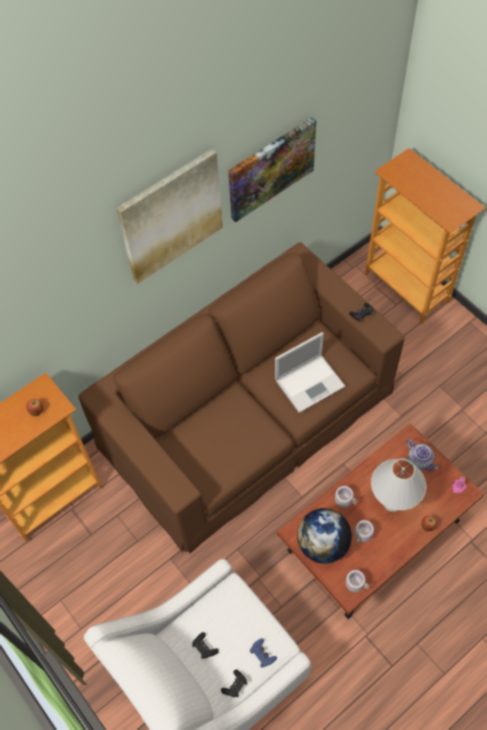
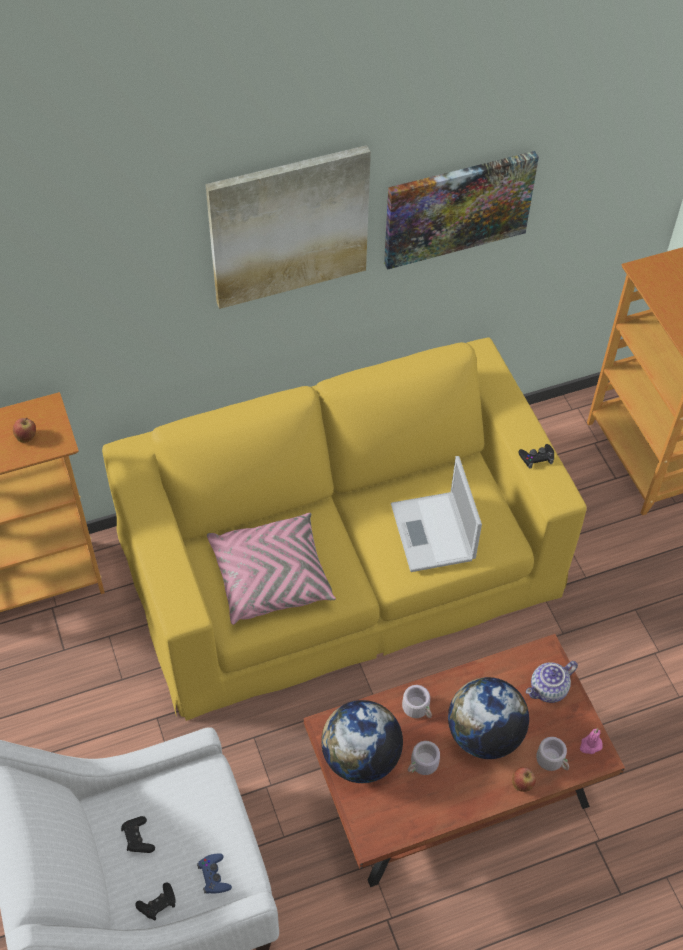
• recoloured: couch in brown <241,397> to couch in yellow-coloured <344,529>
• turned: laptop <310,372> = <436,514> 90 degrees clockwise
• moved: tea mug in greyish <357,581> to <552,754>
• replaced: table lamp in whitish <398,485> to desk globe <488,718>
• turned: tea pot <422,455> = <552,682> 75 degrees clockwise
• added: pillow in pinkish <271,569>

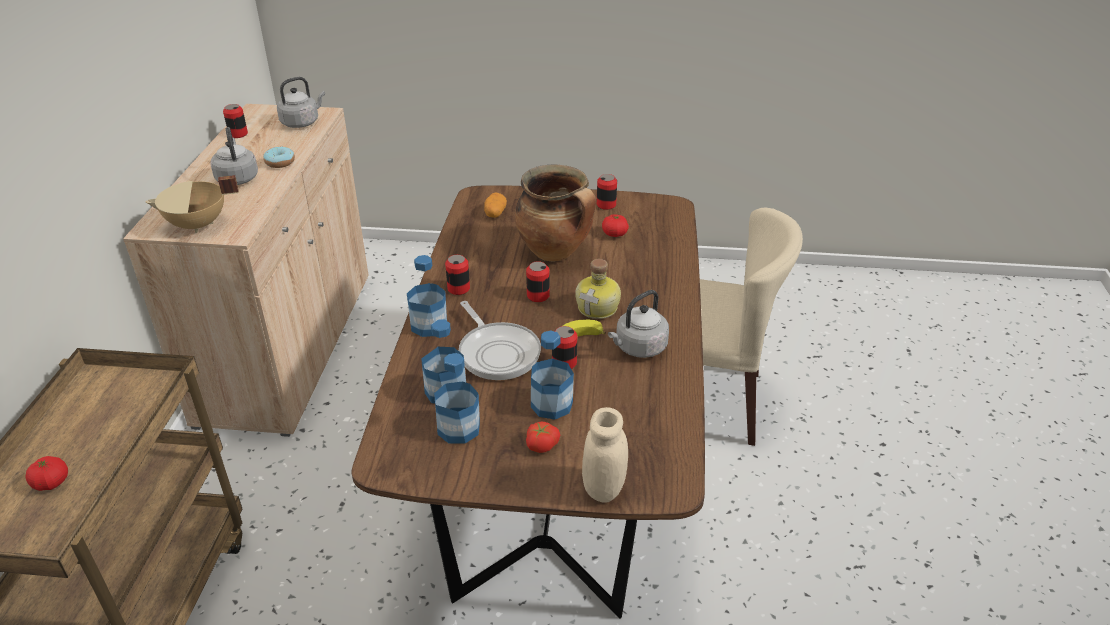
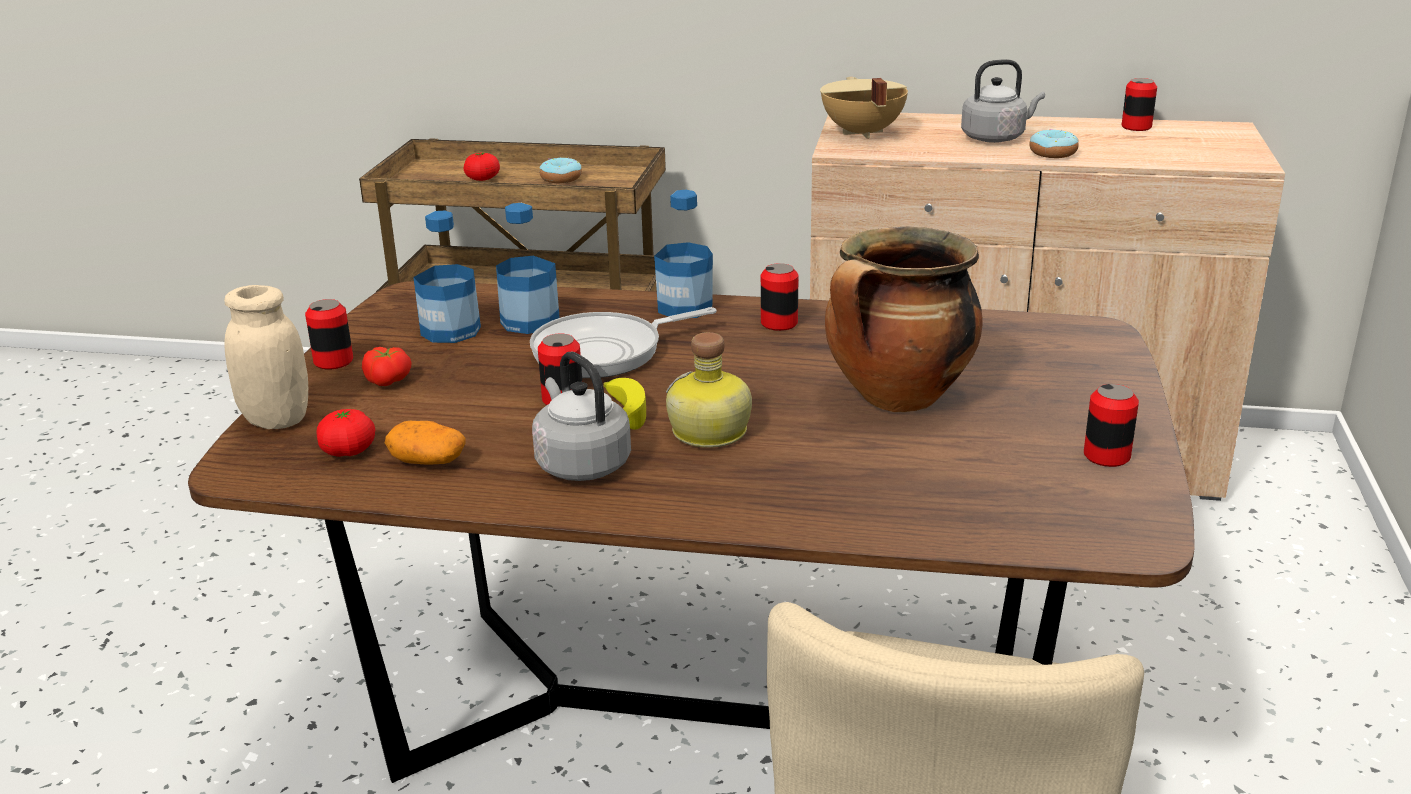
• removed: kettle in greyish <301,102>
• moved: potato <495,205> to <425,443>
• moved: sealed can <538,281> to <329,334>
• removed: beverage bottle <552,374>
• moved: tomato <615,225> to <346,433>
• added: ring doughnut <560,170>

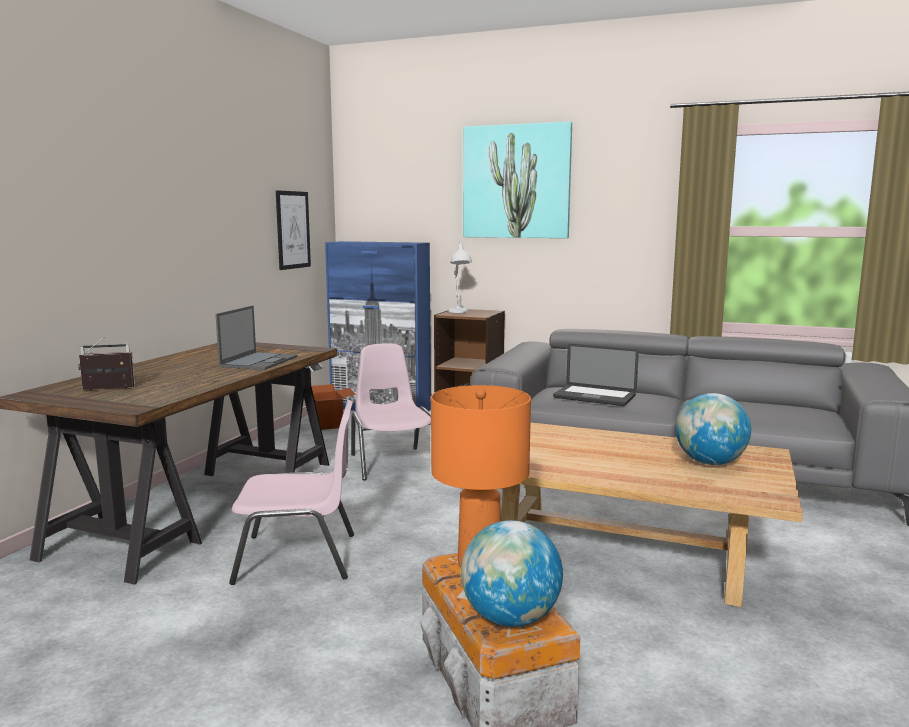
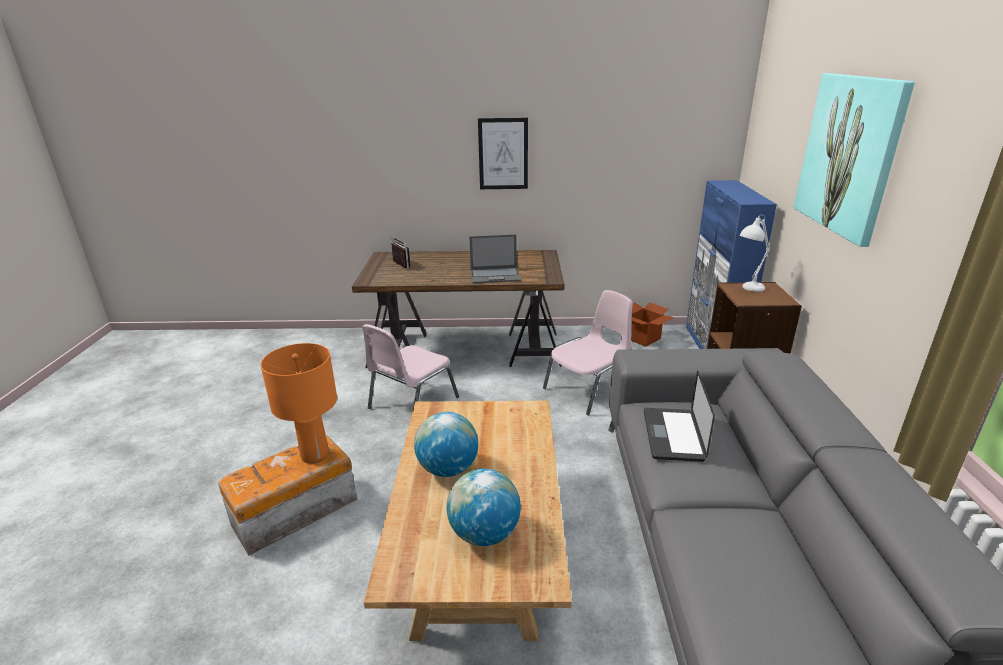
• turned: plain chair in pinkish <291,492> = <410,366> 60 degrees clockwise
• moved: wall art <293,230> to <503,153>
• moved: desk globe <512,573> to <446,444>

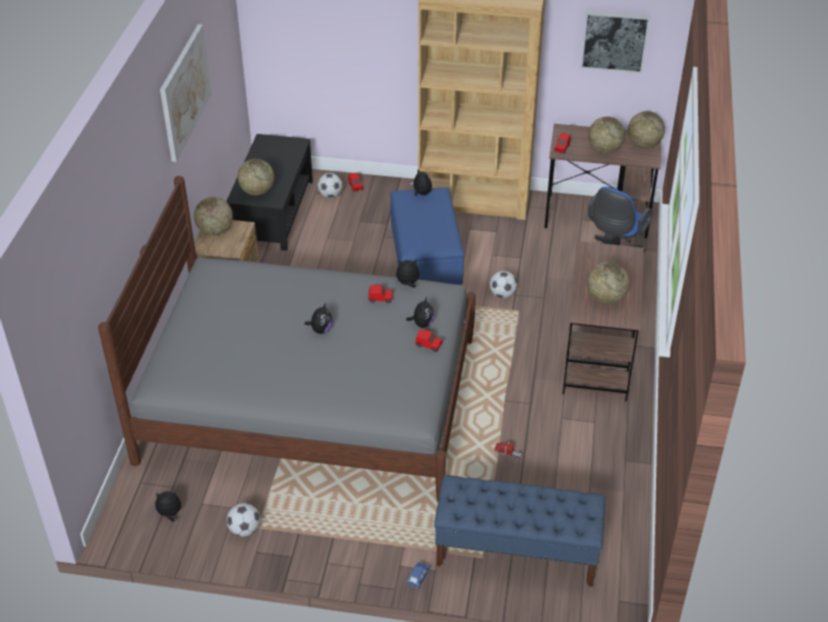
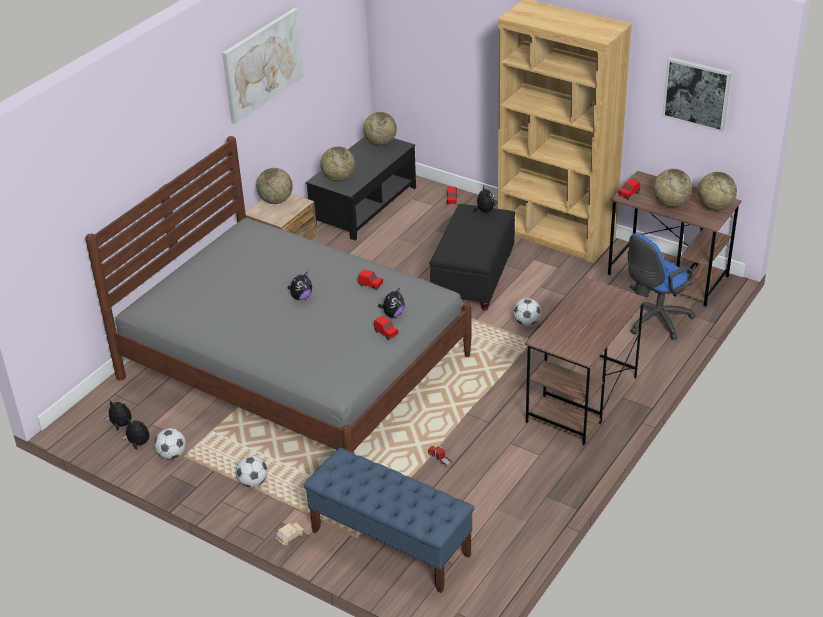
• moved: ball for football <329,185> to <252,471>
• recoloured: footrest in blue-coloured <427,236> to footrest in black-coloured <472,257>
• moved: plush toy <407,274> to <135,434>
• recoloured: miniature car in blue-coloured <418,575> to miniature car in beige <290,534>
• moved: desk globe <608,282> to <380,129>

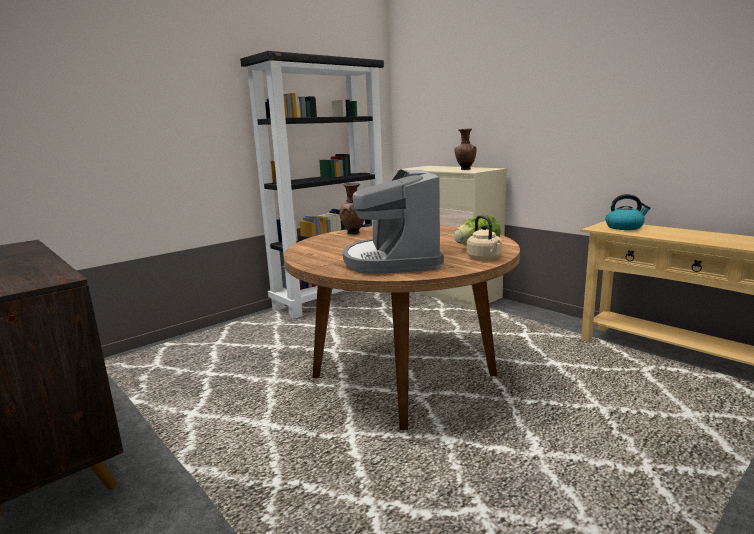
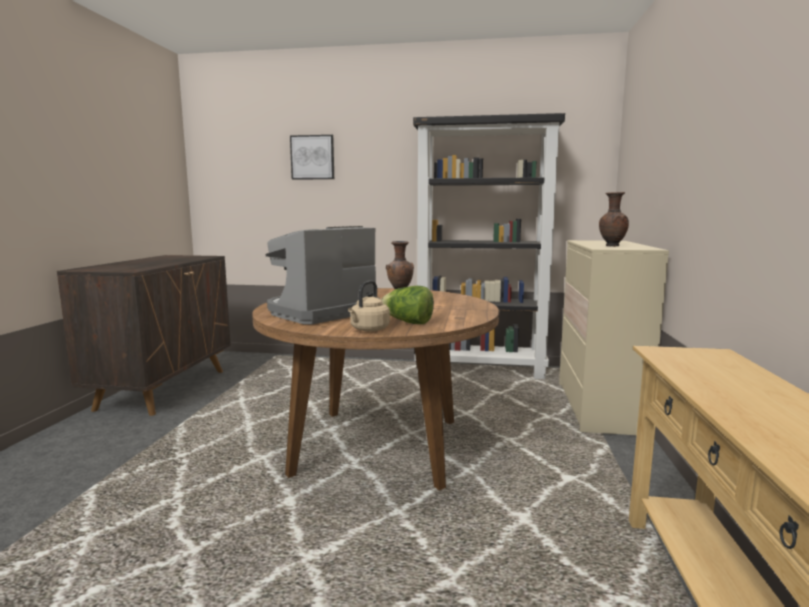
• removed: kettle <628,212>
• added: wall art <312,157>

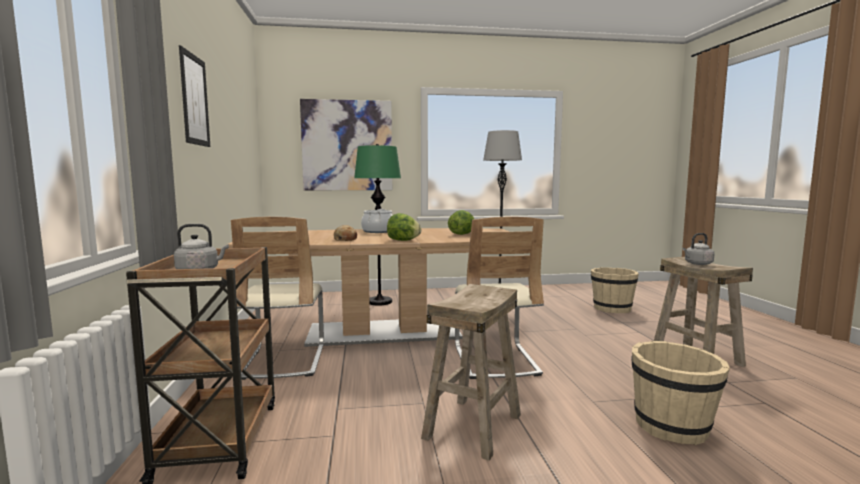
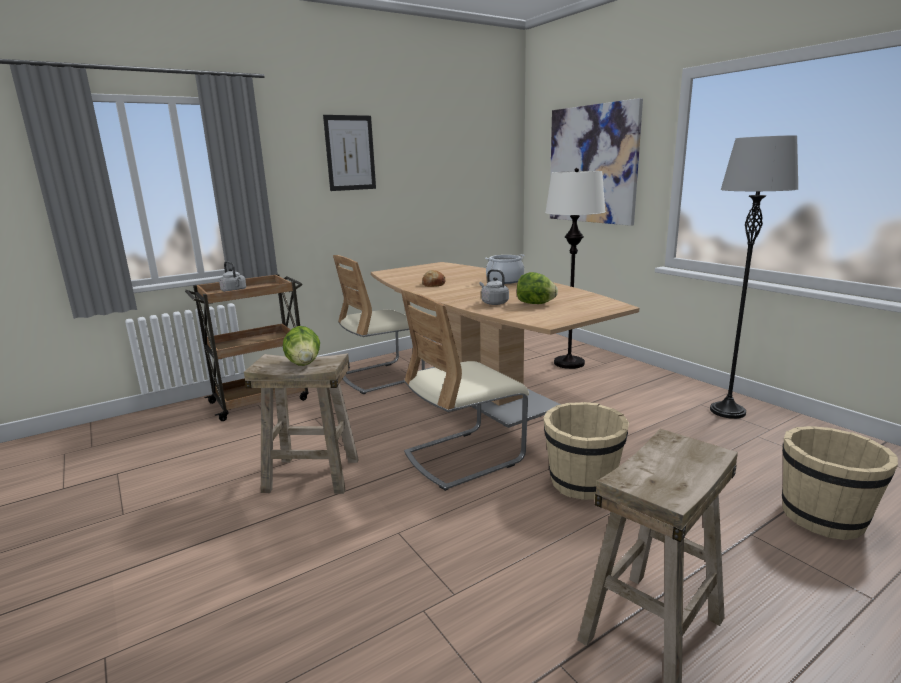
• recoloured: standing lamp in green <377,225> to standing lamp in whitish <575,268>
• moved: head of lettuce <404,227> to <301,346>
• moved: pail in beige <680,393> to <586,451>
• moved: kettle in greyish <698,249> to <494,287>

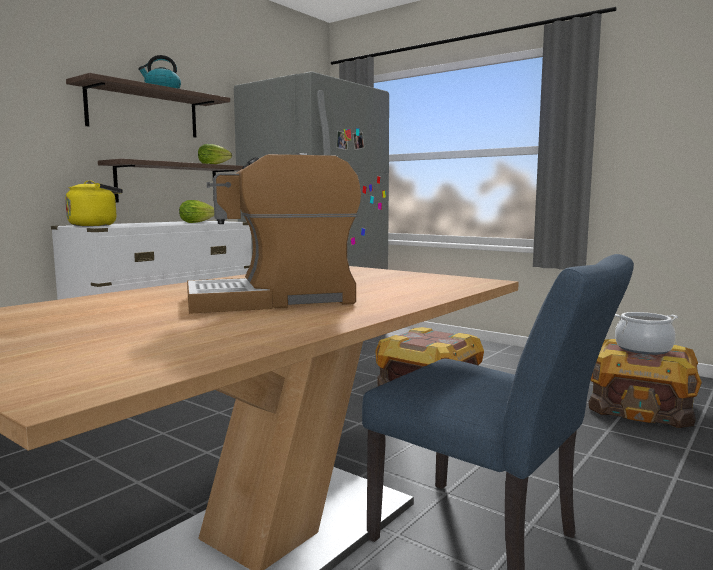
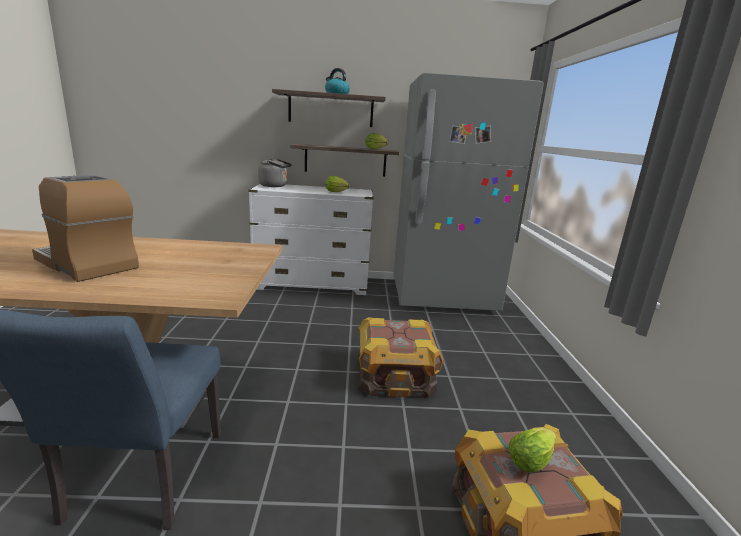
• recoloured: kettle in yellow-coloured <94,203> to kettle in greyish <275,172>
• replaced: saucepot <646,333> to head of lettuce <532,450>

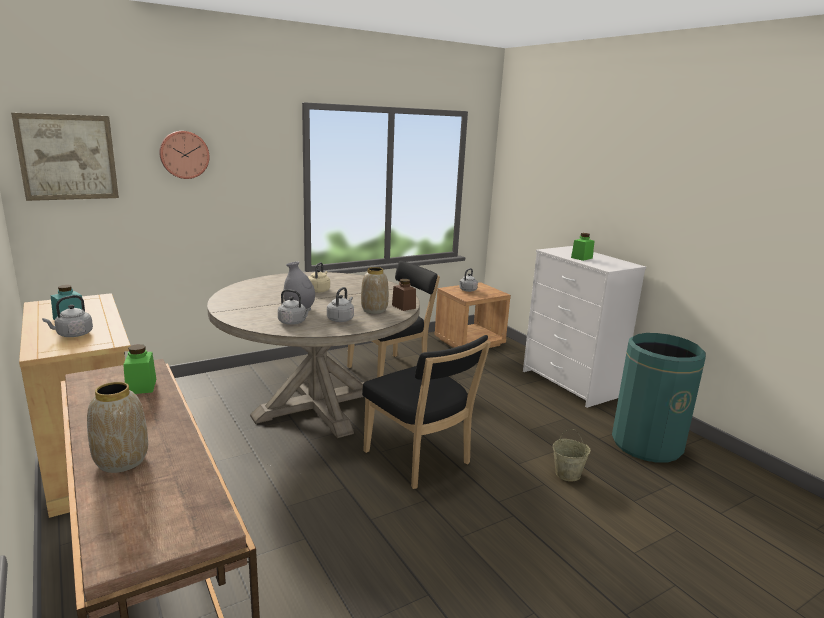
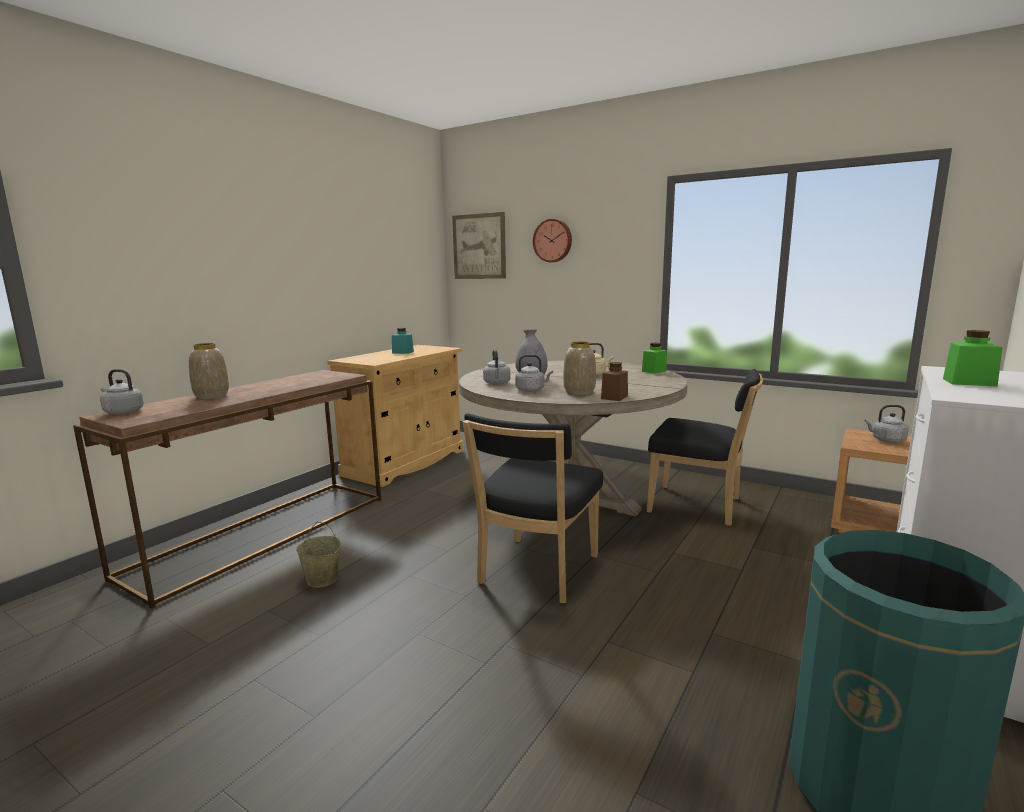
• moved: kettle in greyish <67,316> to <122,391>
• moved: jar in green <139,369> to <654,358>
• moved: pail in beige <572,455> to <318,555>

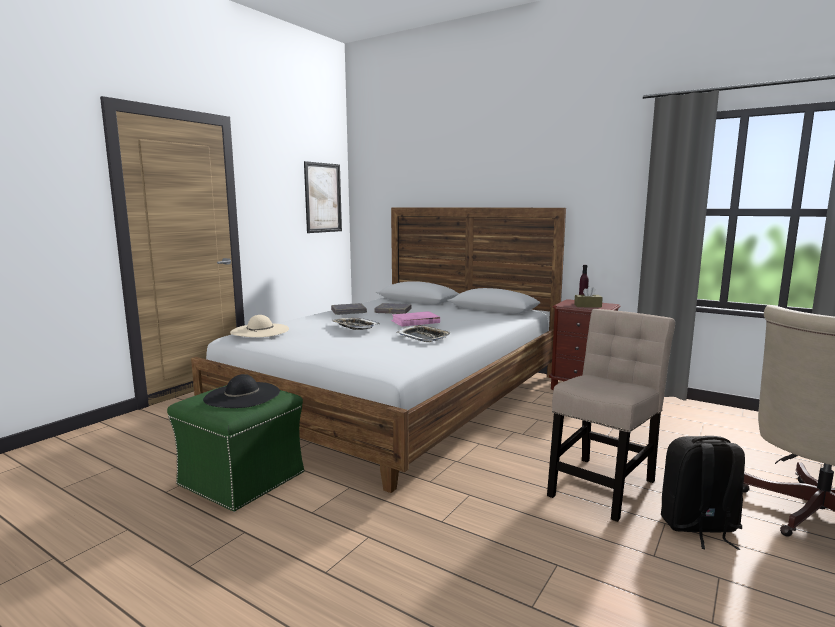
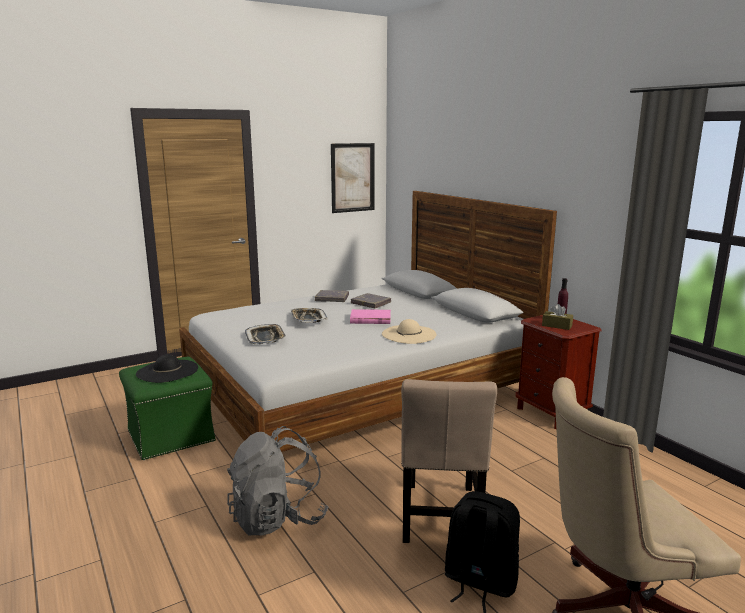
• moved: wearable hat in beige <259,326> to <409,331>
• moved: serving tray <424,333> to <265,334>
• turned: plain chair in beige <611,415> = <449,461> 120 degrees clockwise
• added: knapsack in greyish <278,481>

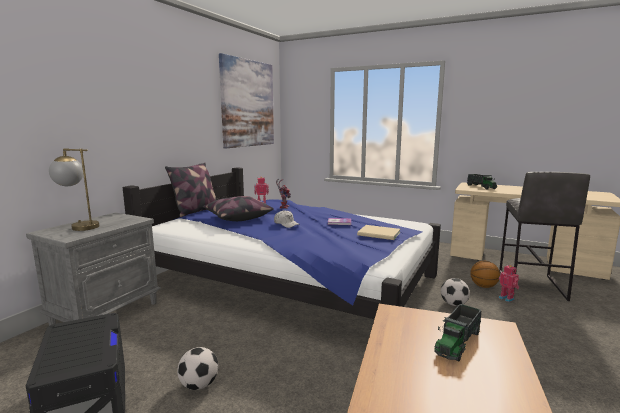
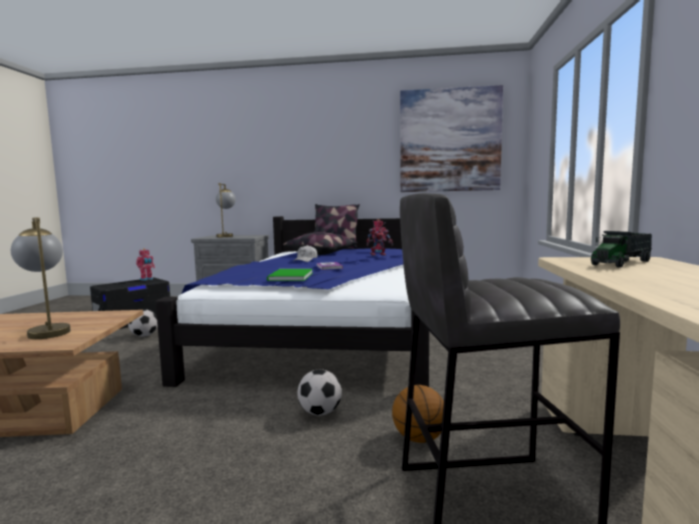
• recoloured: bound book in beige <378,232> to bound book in green <289,275>
• replaced: model truck <457,332> to table lamp <41,278>
• moved: robot figure <509,283> to <145,265>

